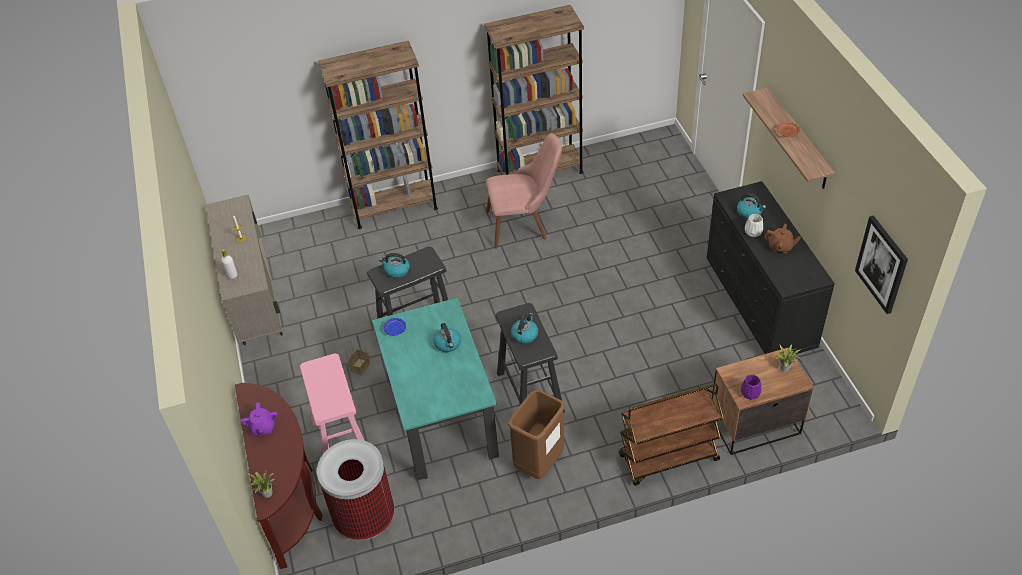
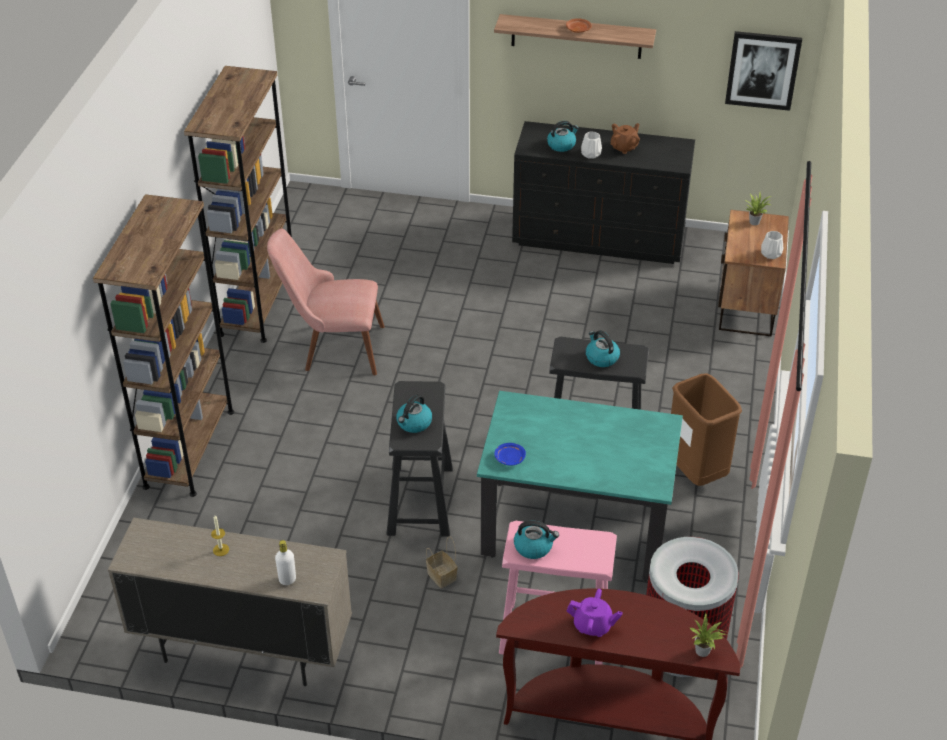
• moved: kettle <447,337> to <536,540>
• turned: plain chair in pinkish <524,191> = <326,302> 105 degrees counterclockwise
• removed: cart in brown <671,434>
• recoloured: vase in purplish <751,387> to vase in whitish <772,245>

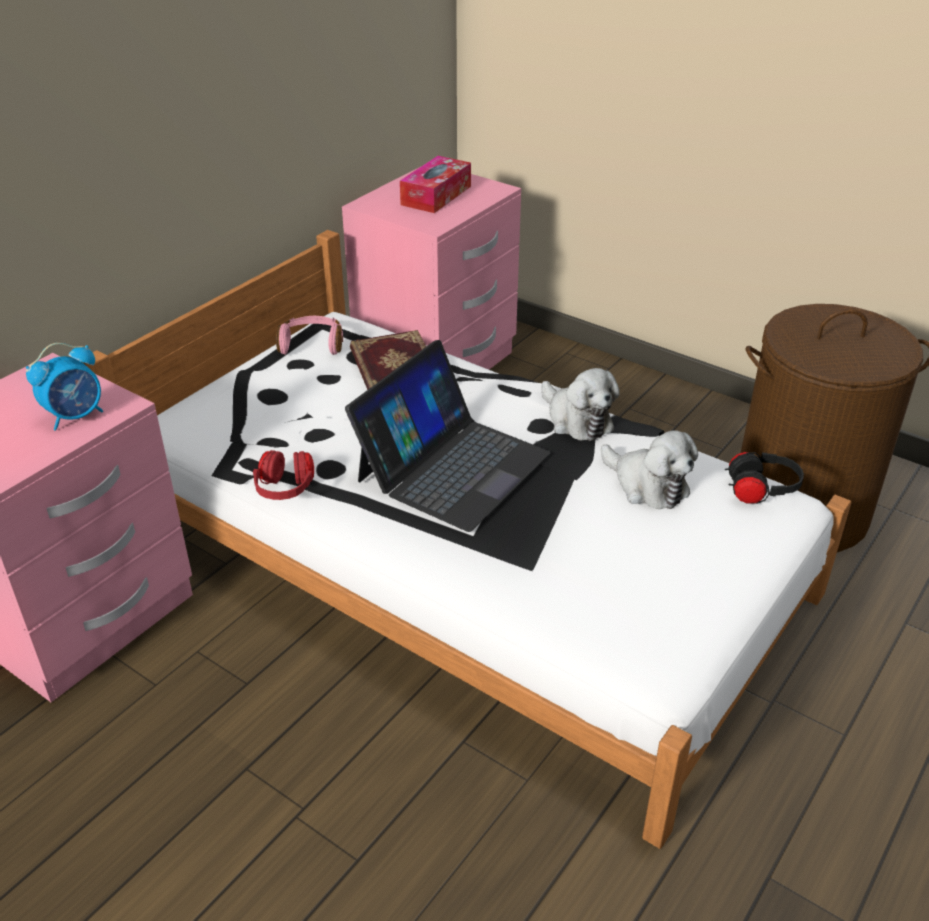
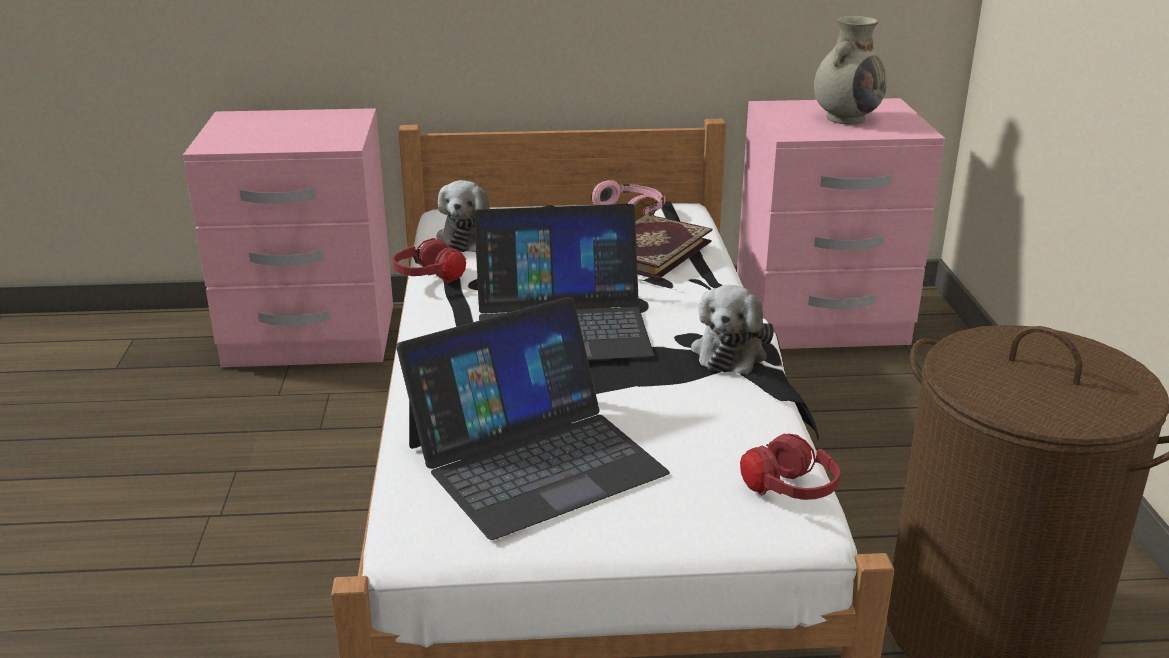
• removed: alarm clock <64,387>
• replaced: box of tissues <435,184> to vase in beige <850,70>
• moved: plush toy <649,469> to <463,216>
• recoloured: headphones in black-coloured <764,478> to headphones in red-coloured <790,467>
• added: laptop <533,418>

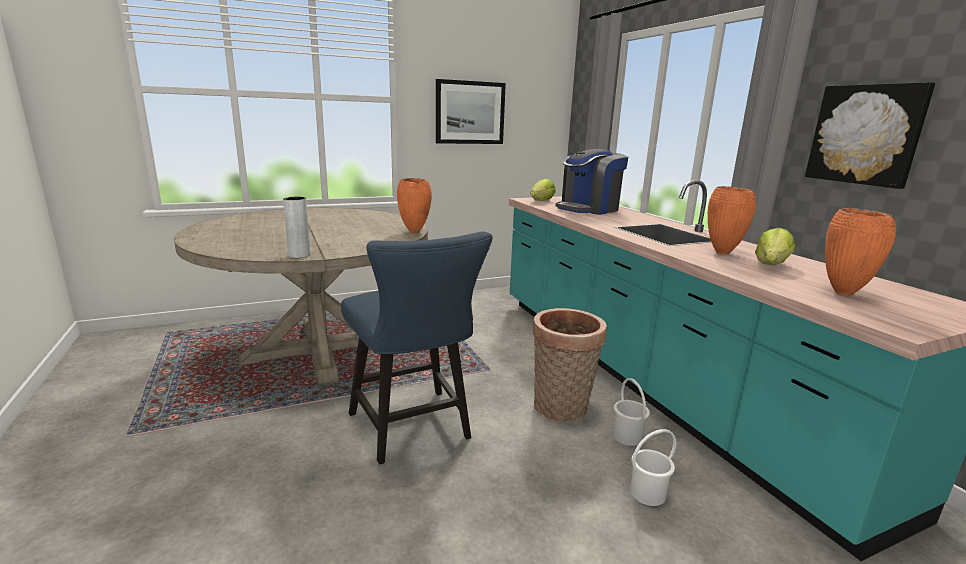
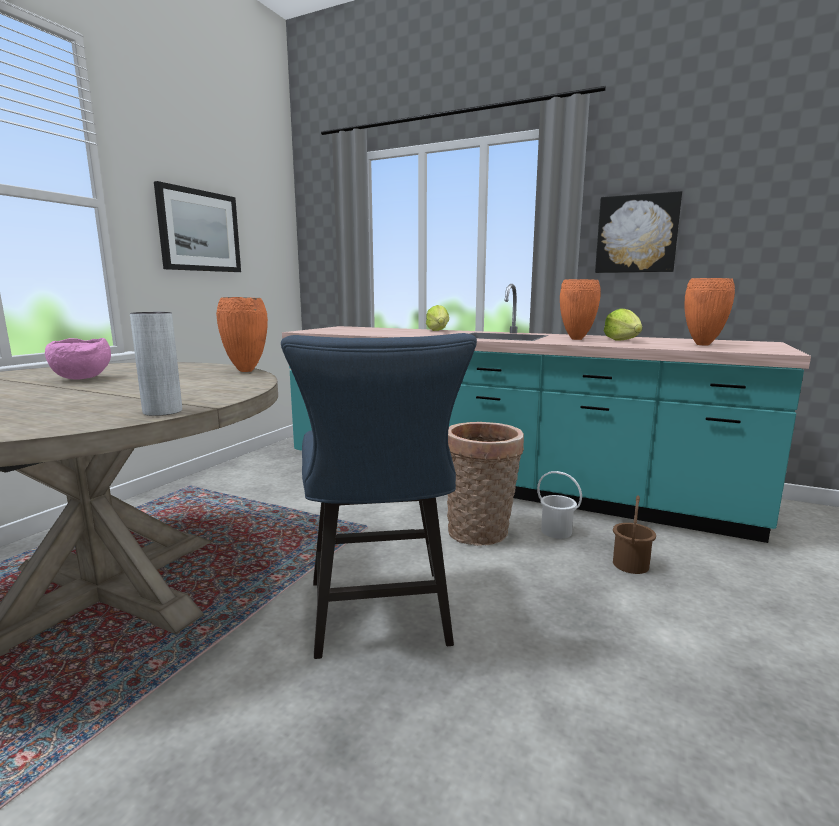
• turned: plain chair in blue-coloured <416,348> = <379,496> 60 degrees clockwise
• moved: head of lettuce <543,190> to <437,318>
• removed: coffee machine <591,182>
• recoloured: pail in whitish <653,467> to pail in brown <634,535>
• added: deep dish in pinkish <78,359>

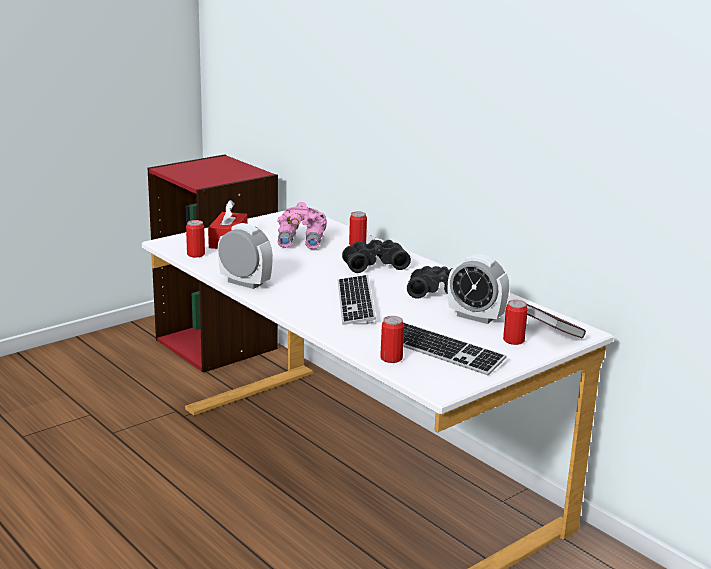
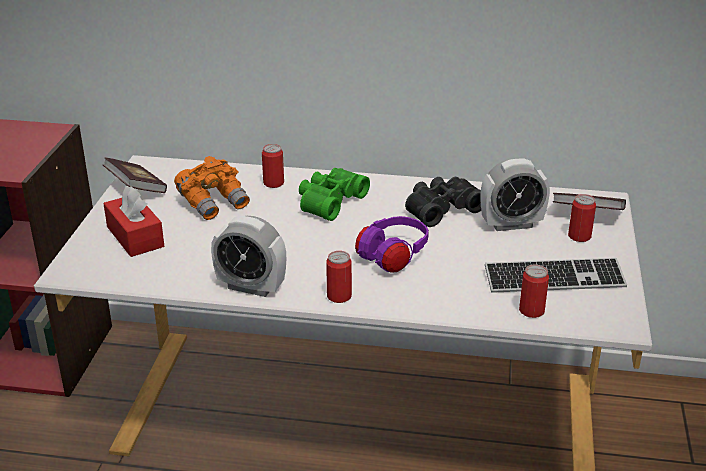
• moved: sealed can <195,238> to <339,277>
• turned: alarm clock <245,256> = <248,256> 150 degrees counterclockwise
• recoloured: binoculars in pinkish <302,225> to binoculars in orange-coloured <212,188>
• replaced: computer keyboard <357,300> to headphones in purplish <392,244>
• recoloured: binoculars in black-coloured <376,256> to binoculars in green <334,194>
• added: bound book <135,175>

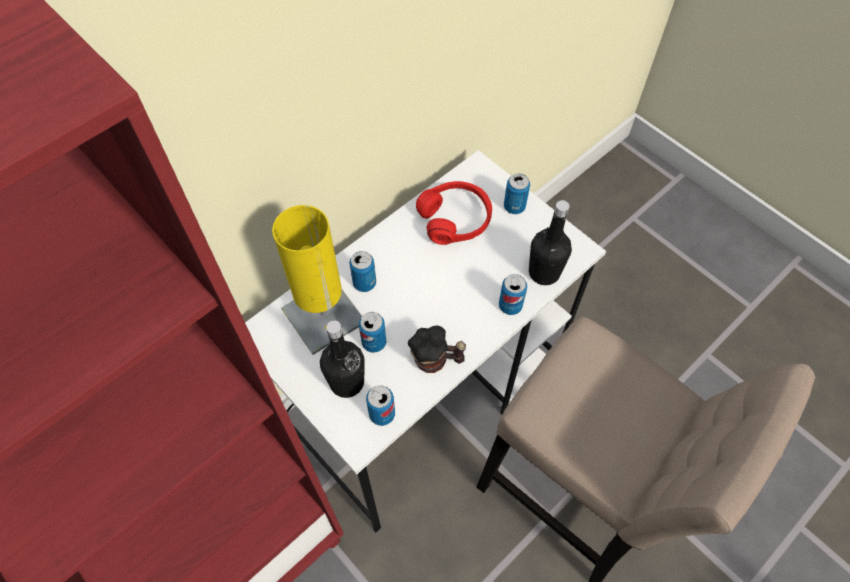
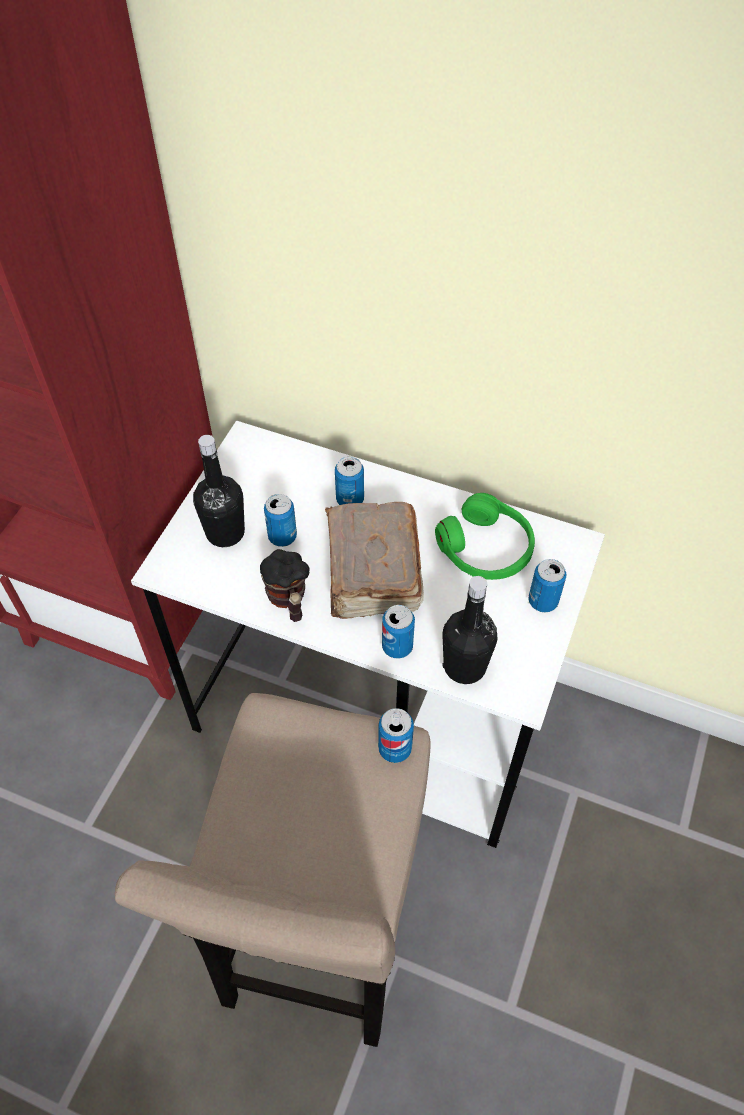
• removed: table lamp in yellow-coloured <317,280>
• moved: sealed can <380,406> to <396,735>
• recoloured: headphones in red-coloured <454,213> to headphones in green <485,536>
• added: bound book in brown <374,560>

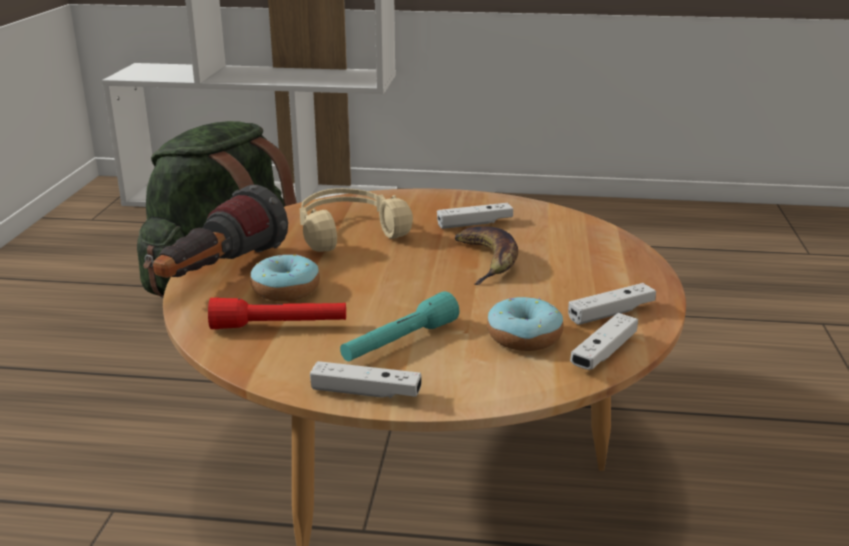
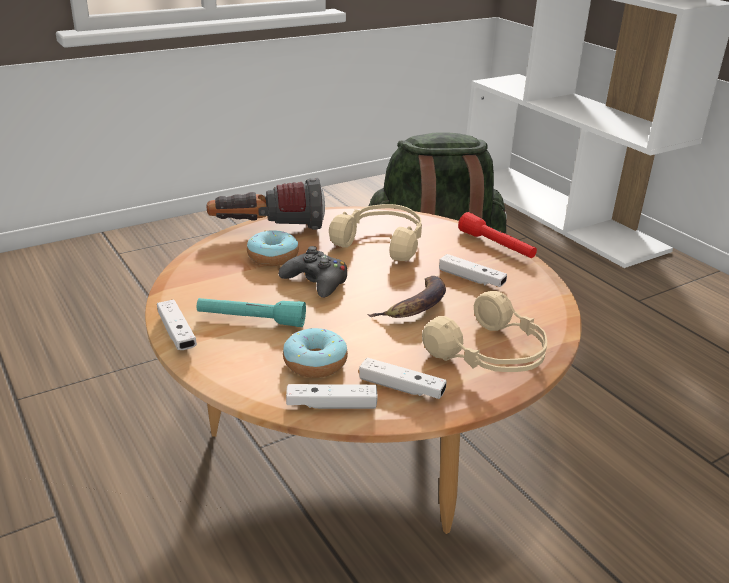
• moved: hand torch in red-coloured <277,313> to <497,235>
• added: gamepad in black-coloured <313,272>
• added: headphones in beige <484,331>

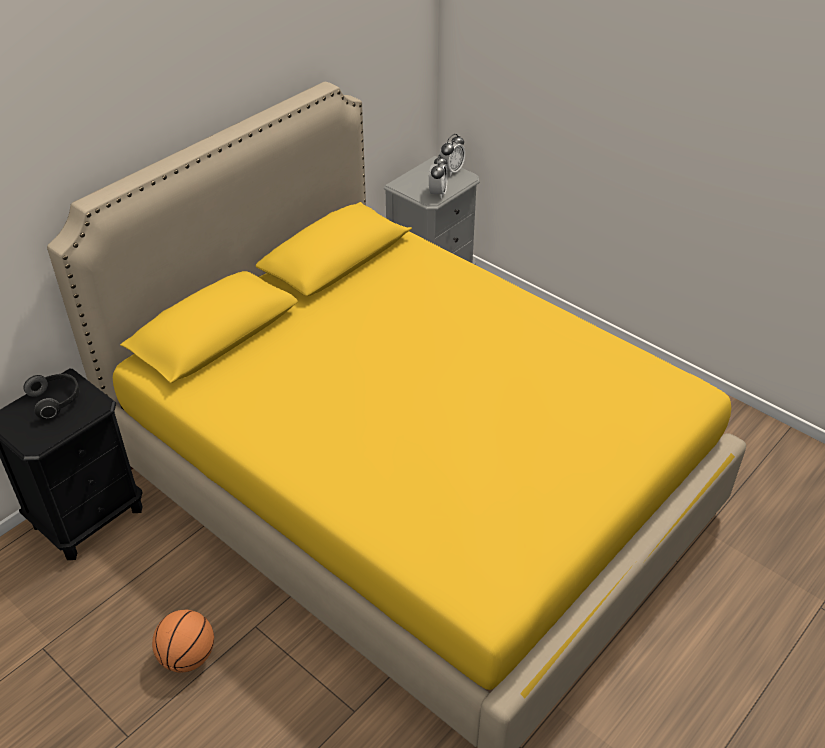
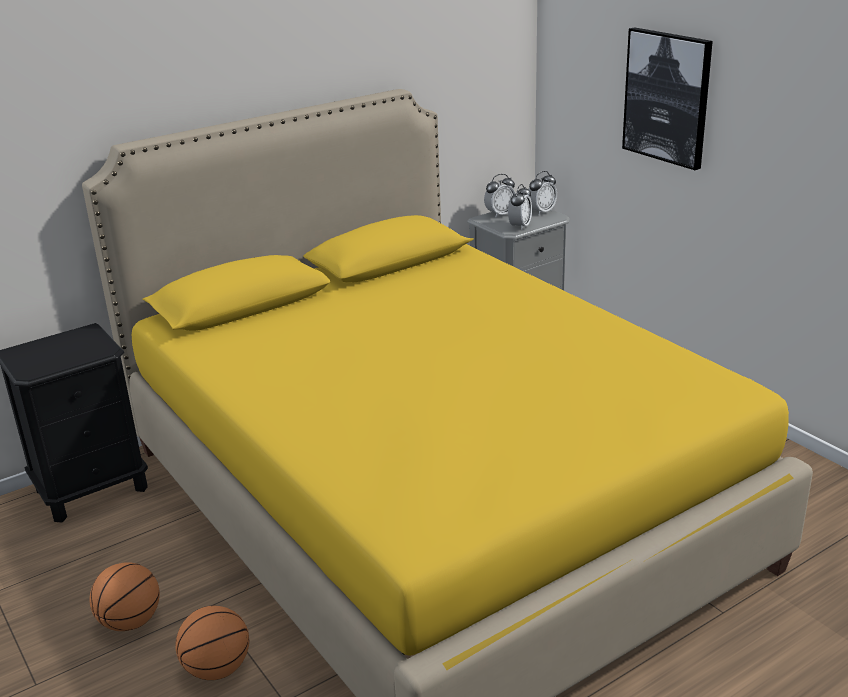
• removed: headphones <51,396>
• added: basketball <212,643>
• added: alarm clock <500,196>
• added: wall art <667,98>

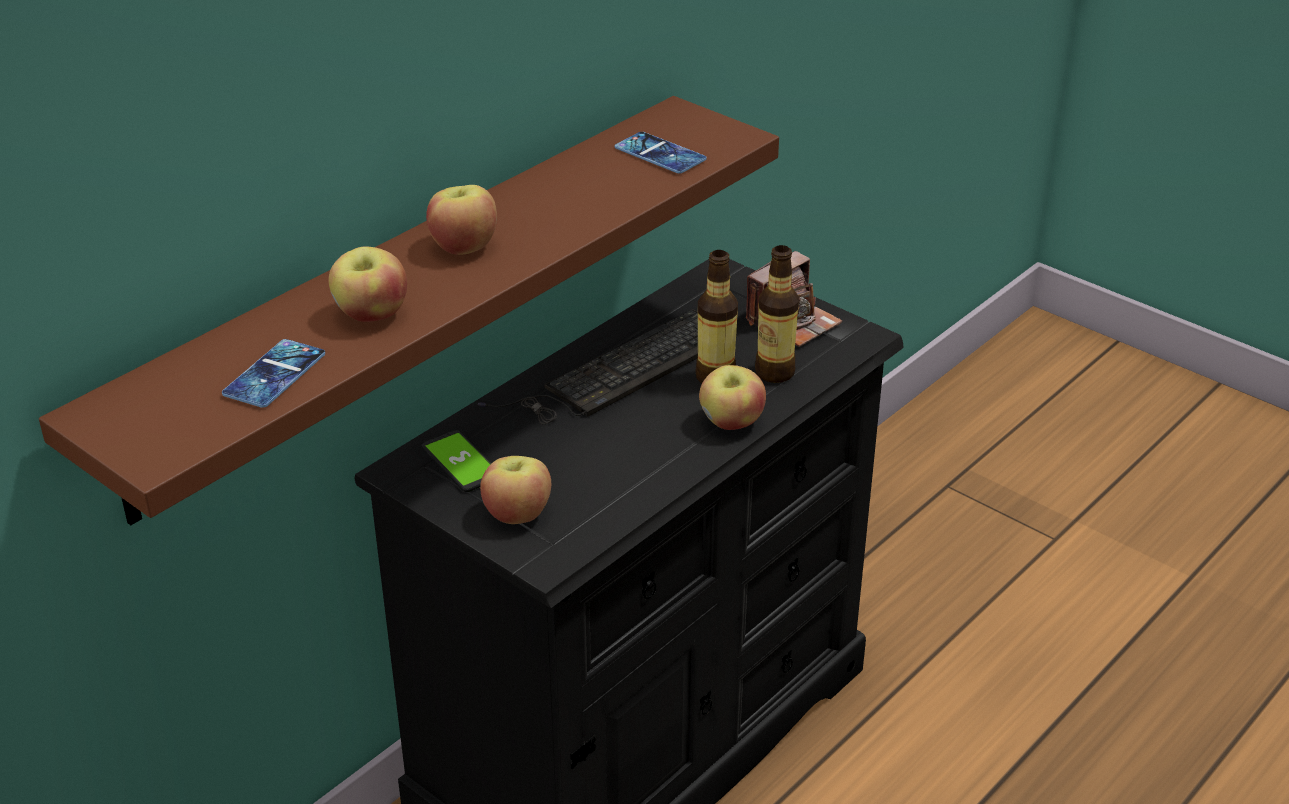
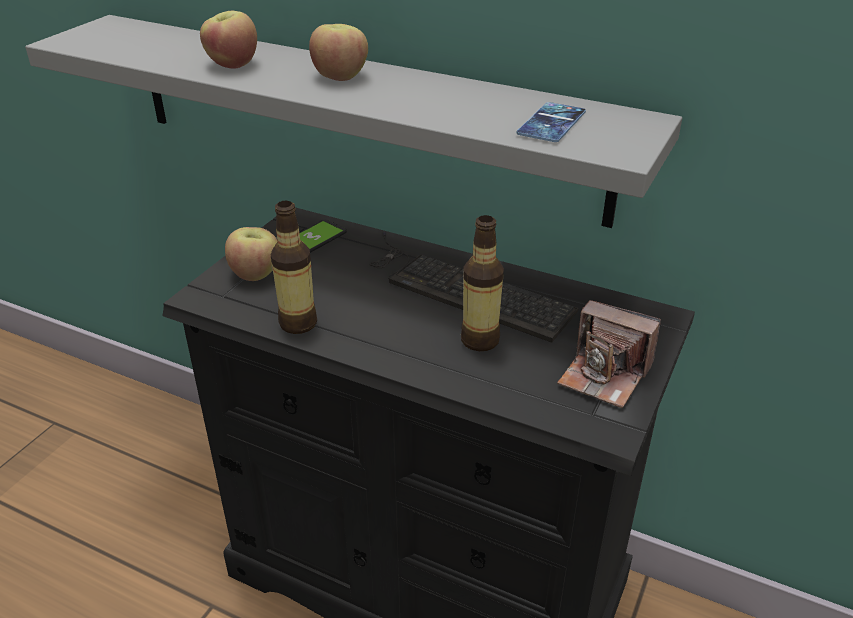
• recoloured: shelf in brown <409,310> to shelf in greyish <353,121>
• removed: telephone <273,373>
• removed: apple fruit <732,397>
• moved: beverage bottle <777,314> to <294,267>

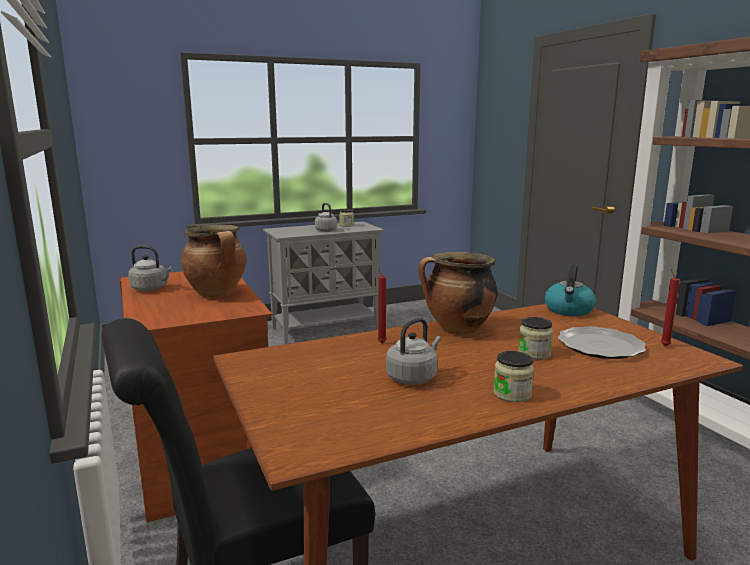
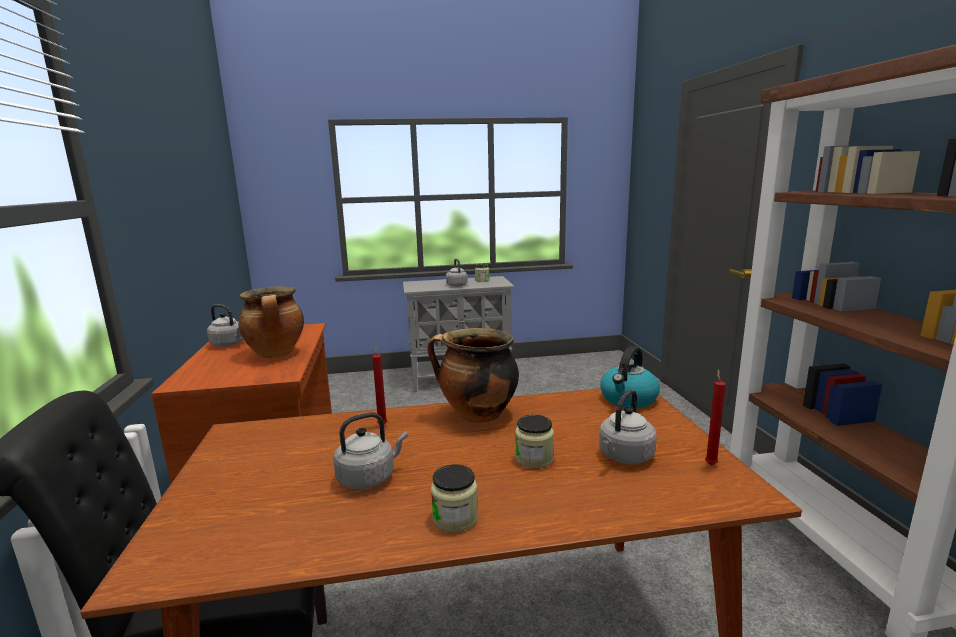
• replaced: dinner plate <602,342> to kettle in greyish <628,426>

